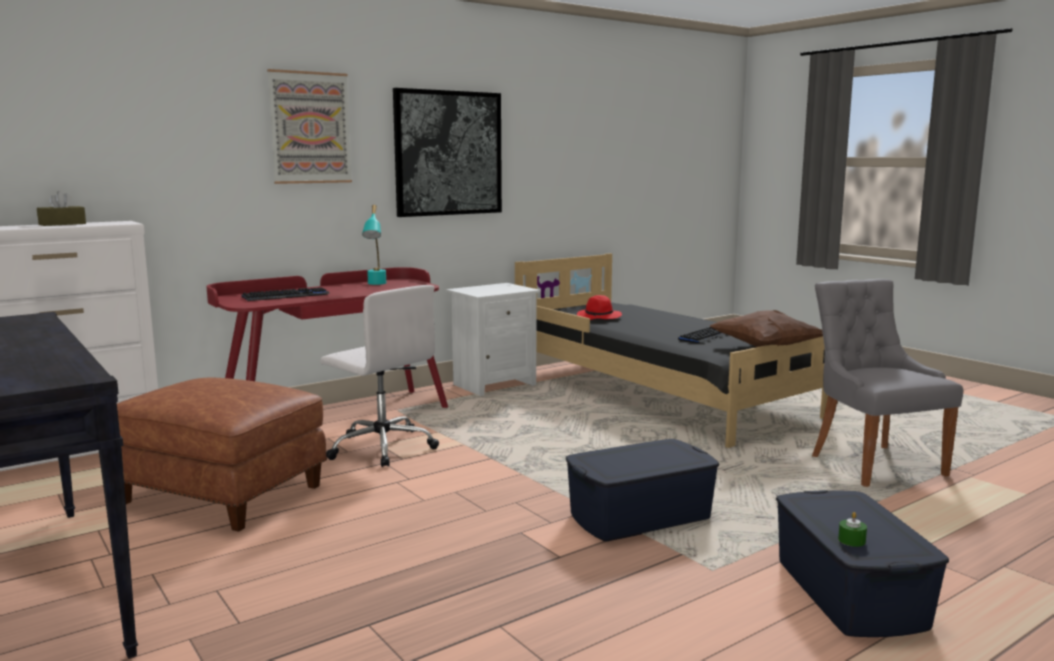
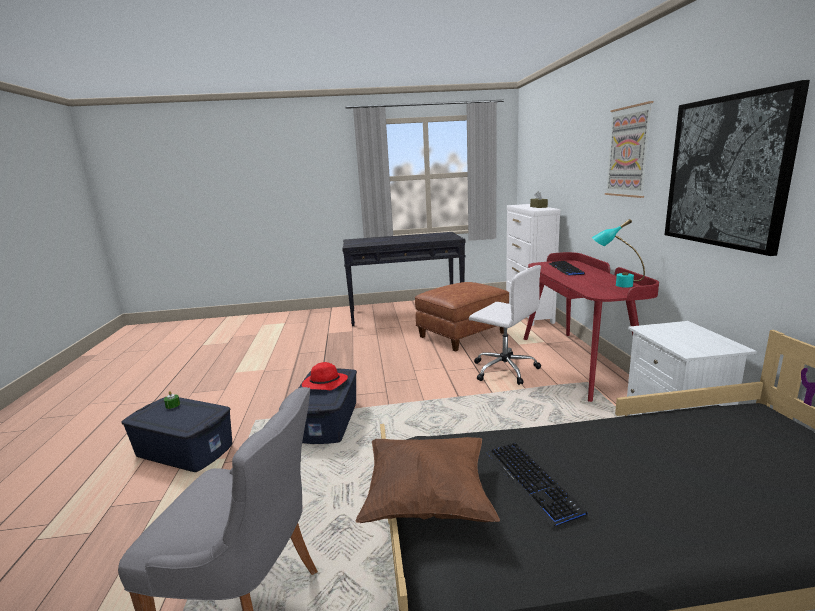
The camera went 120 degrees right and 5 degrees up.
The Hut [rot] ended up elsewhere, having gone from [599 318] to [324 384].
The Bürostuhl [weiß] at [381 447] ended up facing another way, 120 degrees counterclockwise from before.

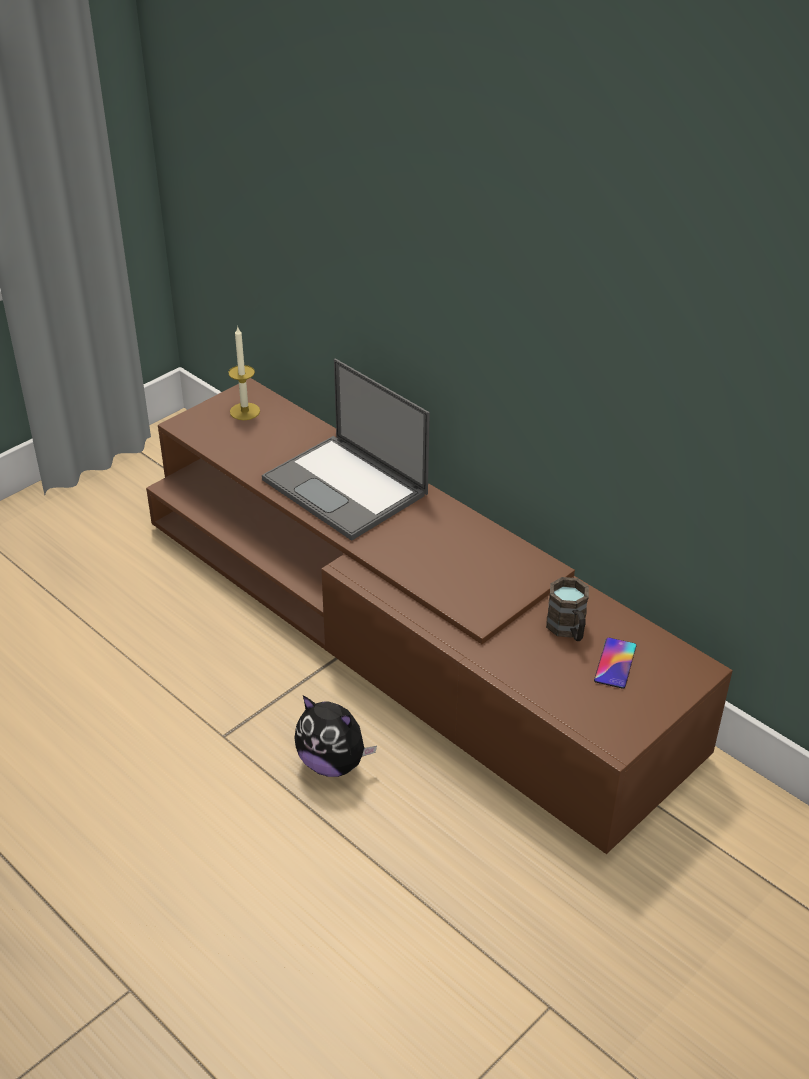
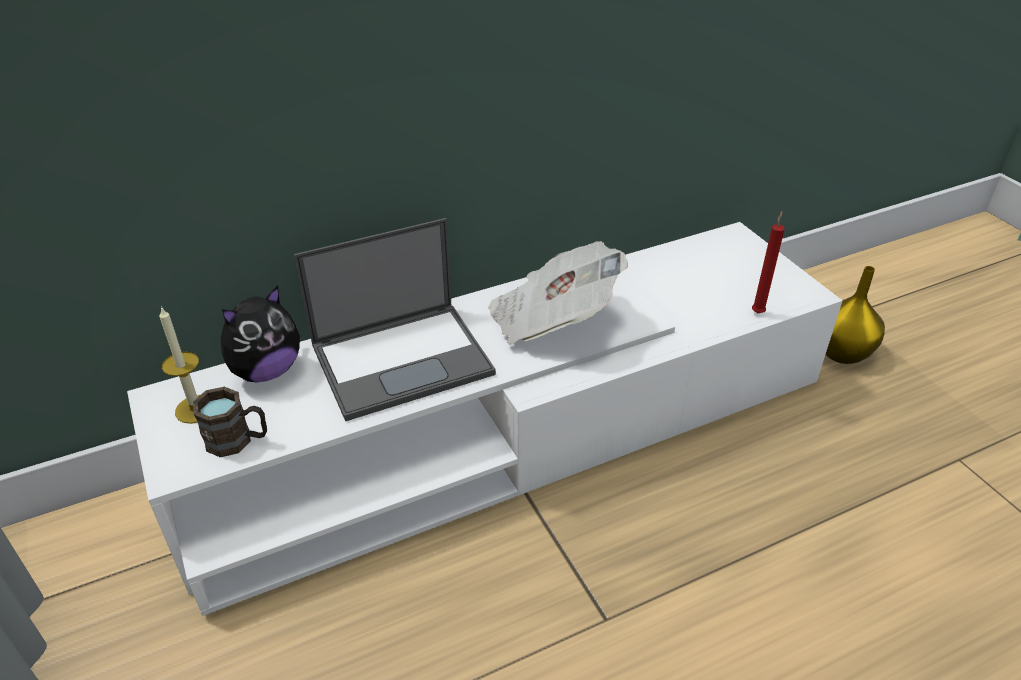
The camera went 70 degrees left and 0 degrees up.
What was the Fernsehschrank [braun] at [403 630] turned into the Fernsehschrank [weiß] at [510 433].
The Henkelbecher [braun] ended up elsewhere, having gone from [568 630] to [238 440].
The Plüschtier ended up elsewhere, having gone from [333 763] to [266 371].
The second view gained the Zeitung at [552 320].
The second view gained the Kerze [rot] at [758 312].
The second view gained the Vase [gelb] at [840 352].
The second view lost the Handy at [615 663].

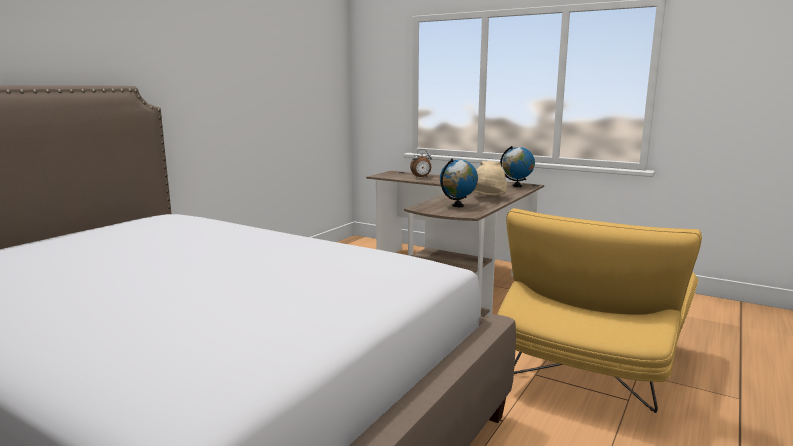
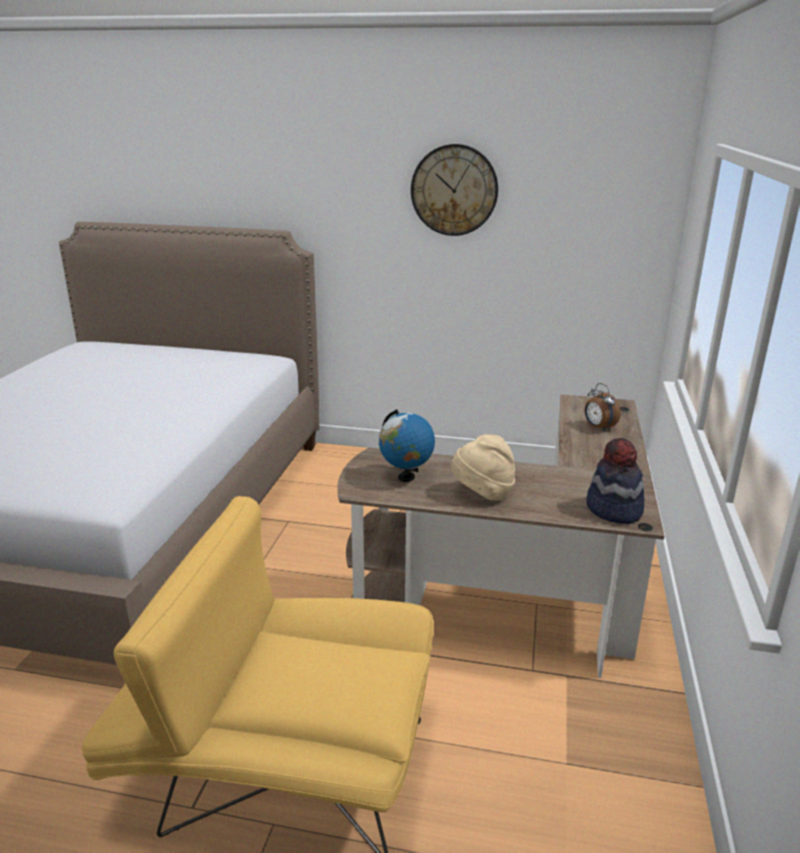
The camera went 70 degrees right and 10 degrees up.
The second view gained the Wanduhr at [454 190].
Where the Globus stood at [517 186], the Hut came to stand at [613 510].

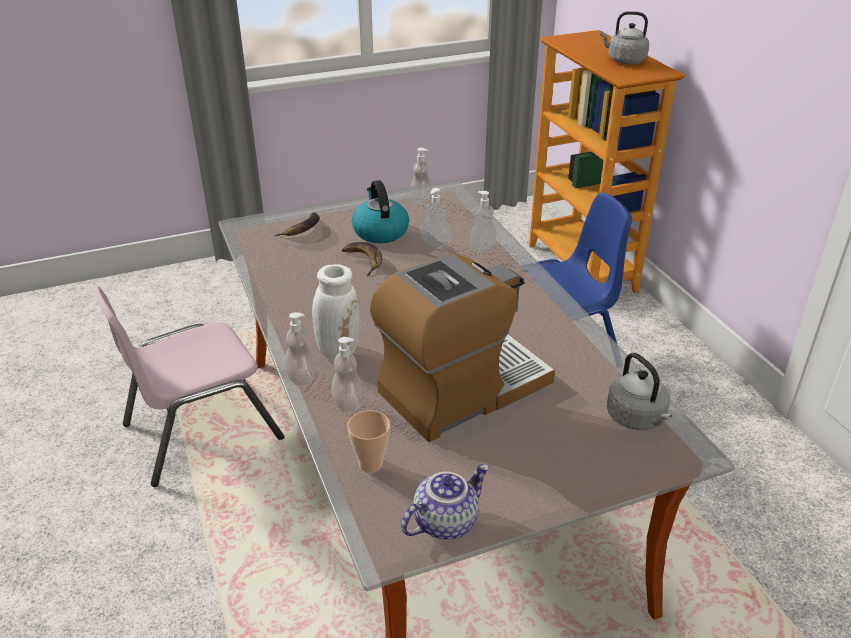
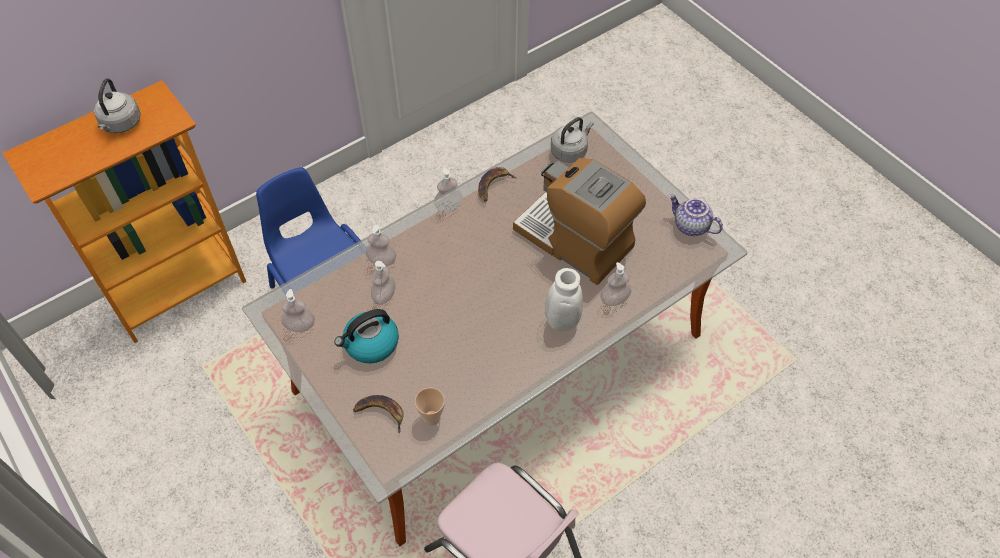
The camera went 105 degrees left and 20 degrees up.
The Tasse ended up elsewhere, having gone from [370 464] to [432 418].
The Seifenspender ended up elsewhere, having gone from [301 377] to [448 206].
The Banane ended up elsewhere, having gone from [364 260] to [493 185].

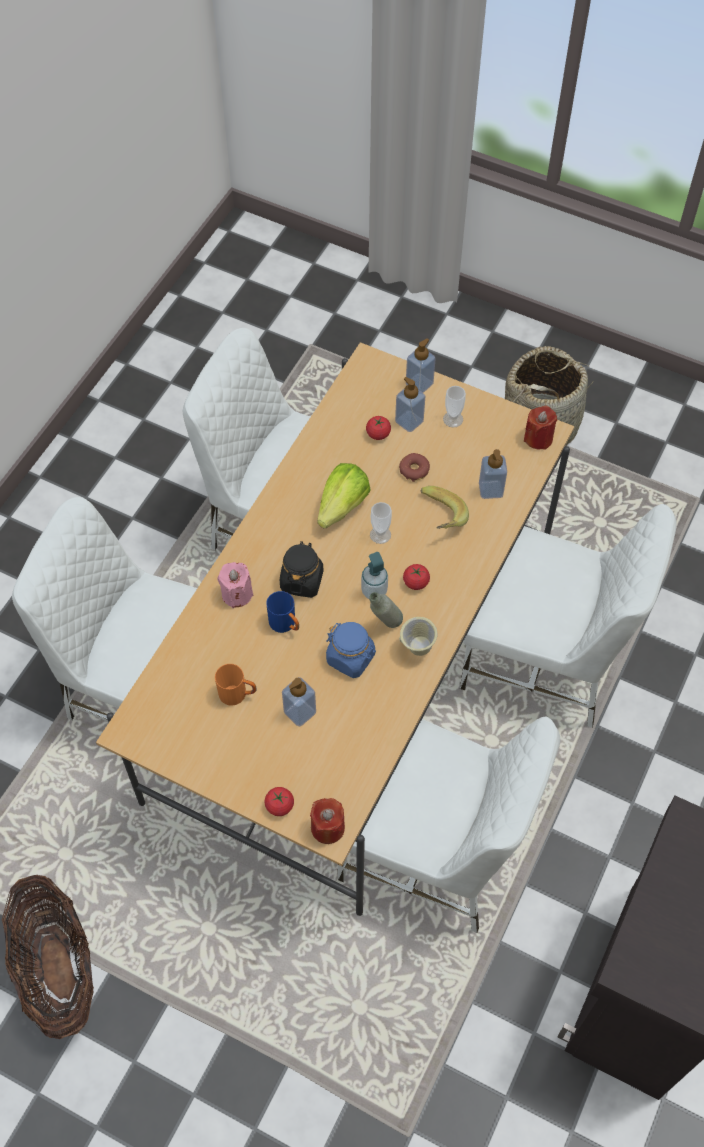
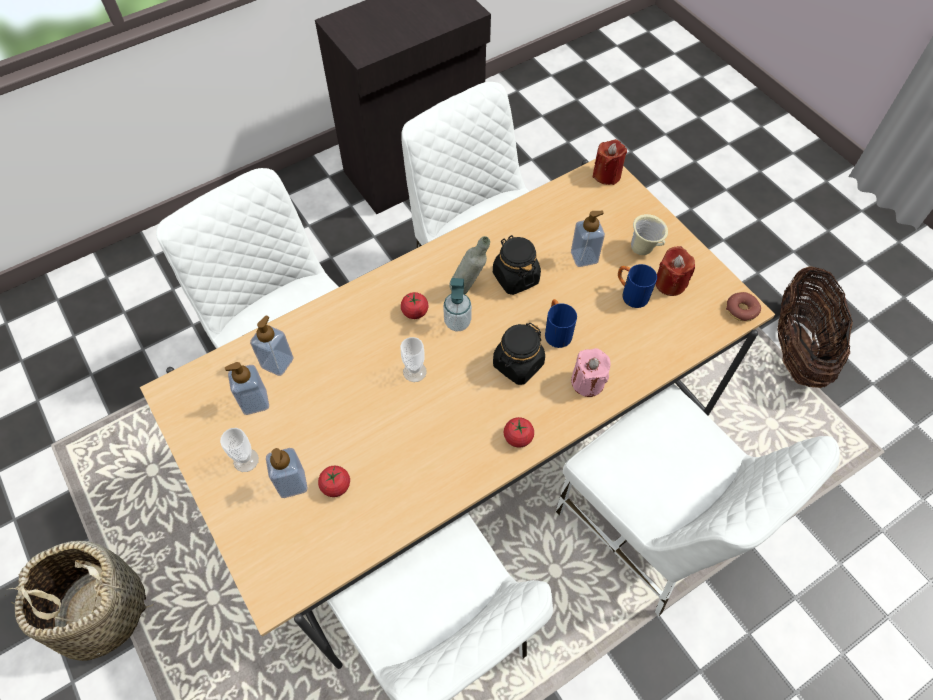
The camera went 150 degrees left and 0 degrees up.
The Seifenspender ended up elsewhere, having gone from [419 384] to [255 402].
What was the Vorratsglas [blau] at [351 658] turned into the Vorratsglas [schwarz] at [515 277].
The Tomate ended up elsewhere, having gone from [279 806] to [518 437].
What was the Henkelbecher [orange] at [238 694] turned into the Henkelbecher [blau] at [630 294].
The Henkelbecher [beige] ended up elsewhere, having gone from [417 650] to [643 249].
The Kerze [rot] ended up elsewhere, having gone from [538 438] to [670 283].
The Donut ended up elsewhere, having gone from [414 470] to [741 310].
The second view lost the Salatkopf at [342 506].
The second view lost the Banane at [438 518].

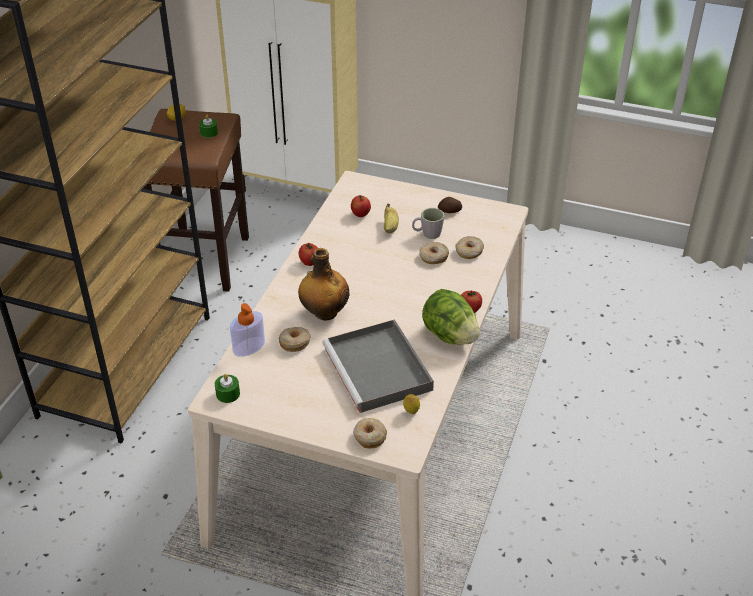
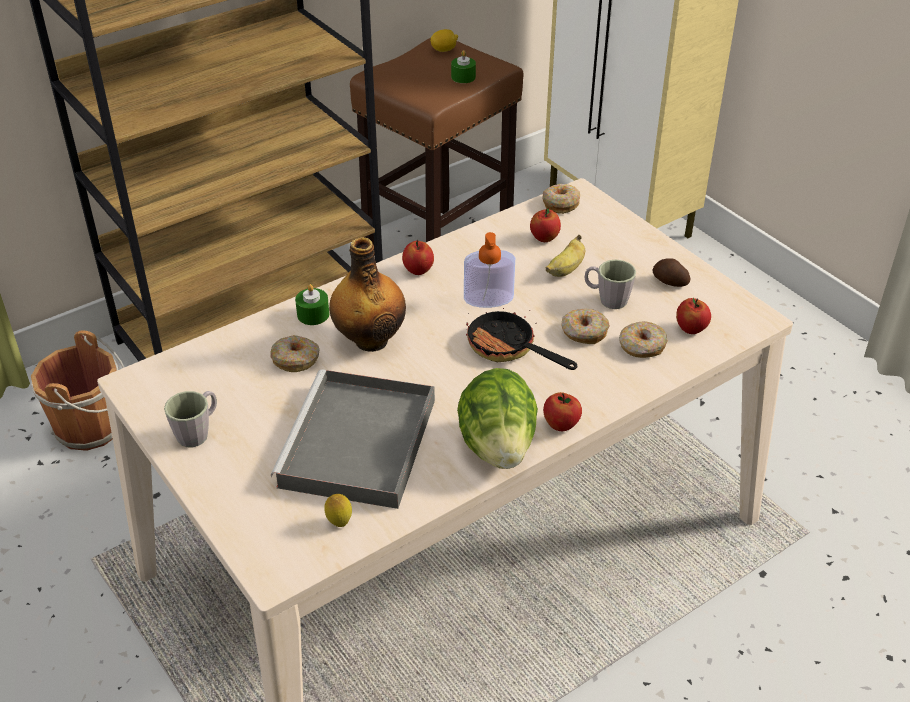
The camera went 35 degrees right and 0 degrees up.
The second view gained the Eimer [braun] at [93 426].
The second view gained the Henkelbecher [grau] at [198 432].
The Kerze [grün] ended up elsewhere, having gone from [228 394] to [313 314].
The Seifenspender ended up elsewhere, having gone from [249 347] to [488 298].
The second view gained the Pfanne at [508 349].
The Donut ended up elsewhere, having gone from [369 437] to [560 204].
The second view gained the Apfel at [691 329].

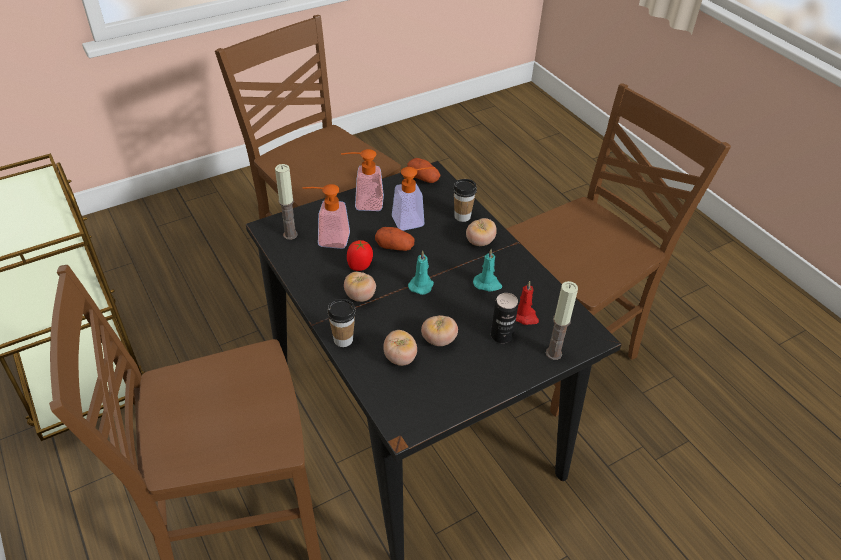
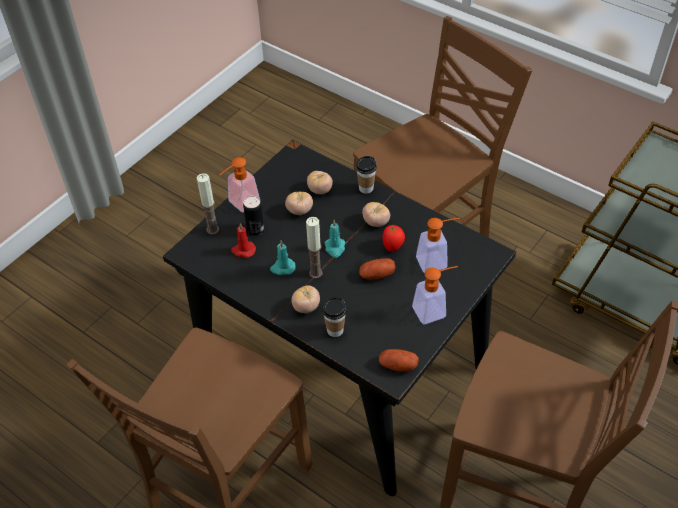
The camera went 160 degrees right and 5 degrees up.
The Seifenspender ended up elsewhere, having gone from [413 220] to [240 204].
The Kerze ended up elsewhere, having gone from [290 235] to [315 273].

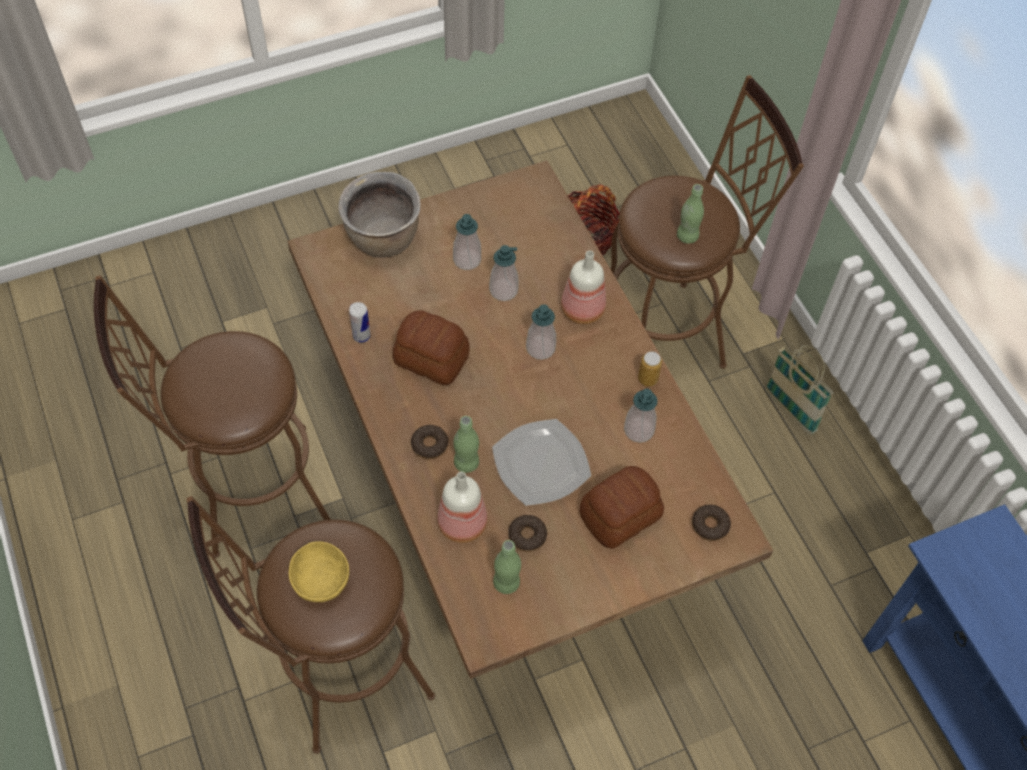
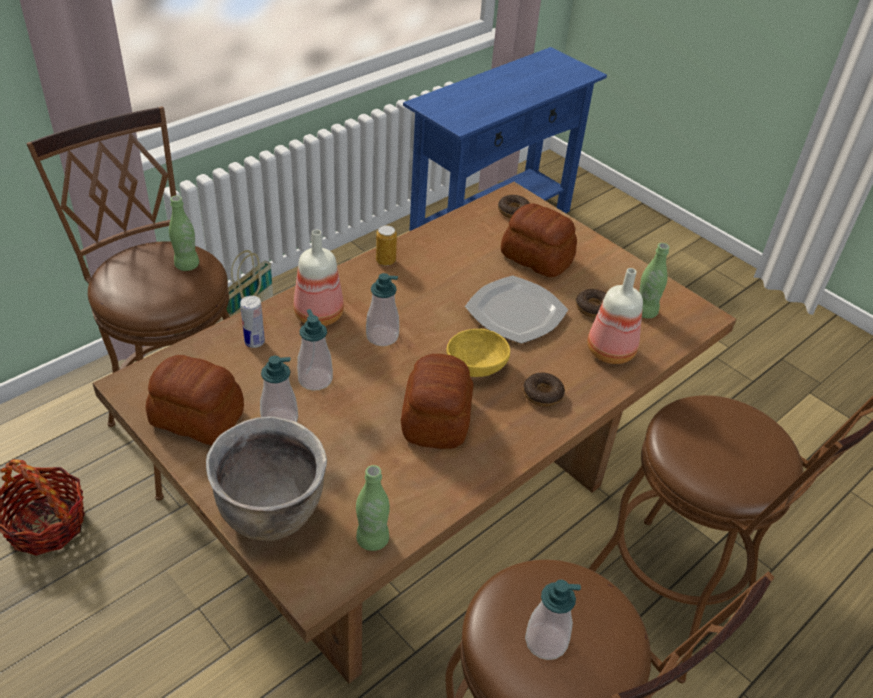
The camera went 110 degrees left and 15 degrees down.
The second view gained the Brot at [197 419].
The Dose ended up elsewhere, having gone from [361 336] to [254 342].
The Flasche [grün] ended up elsewhere, having gone from [466 463] to [372 539].
The Schüssel [gelb] ended up elsewhere, having gone from [322 580] to [475 366].
The Seifenspender ended up elsewhere, having gone from [638 430] to [546 641].

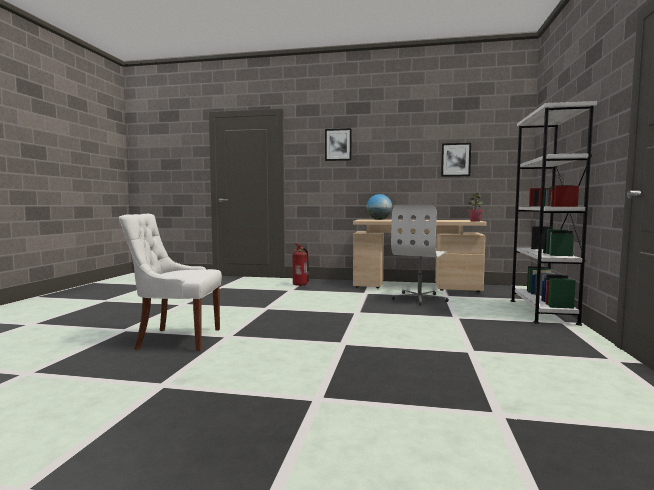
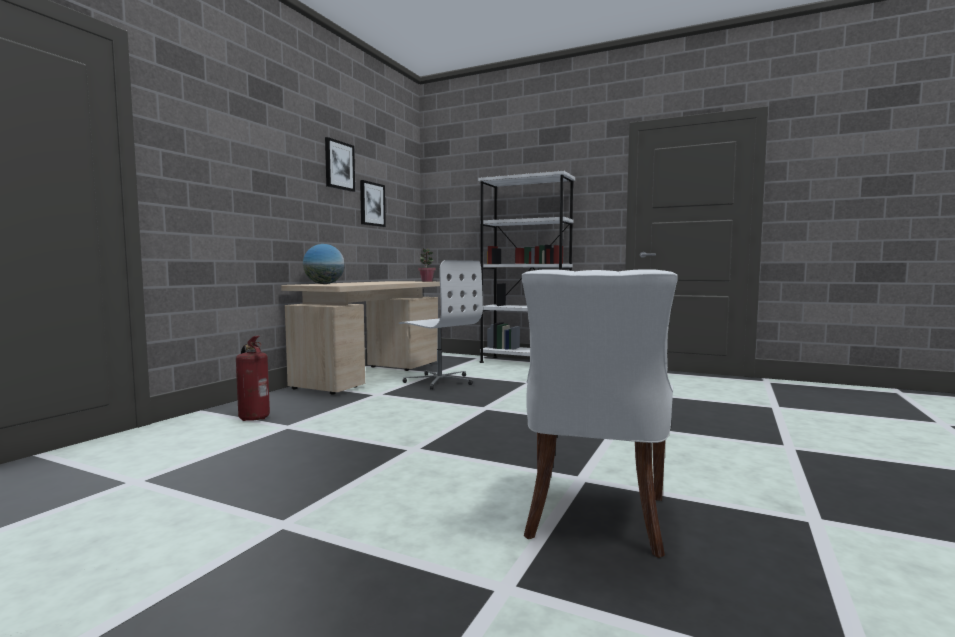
The camera went 75 degrees left and 0 degrees up.
The Bild ended up elsewhere, having gone from [338 145] to [339 165].

